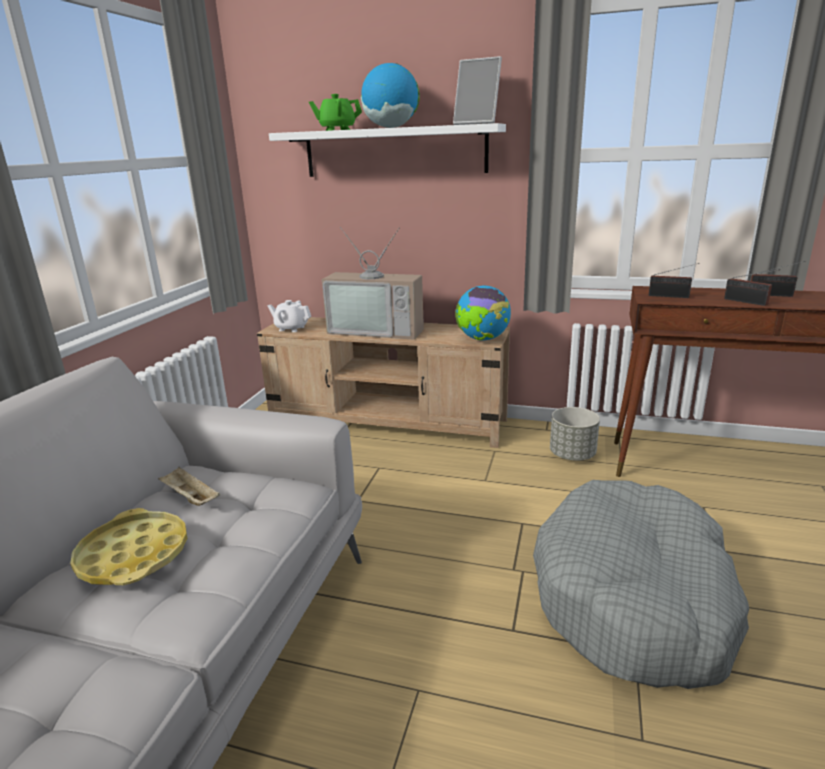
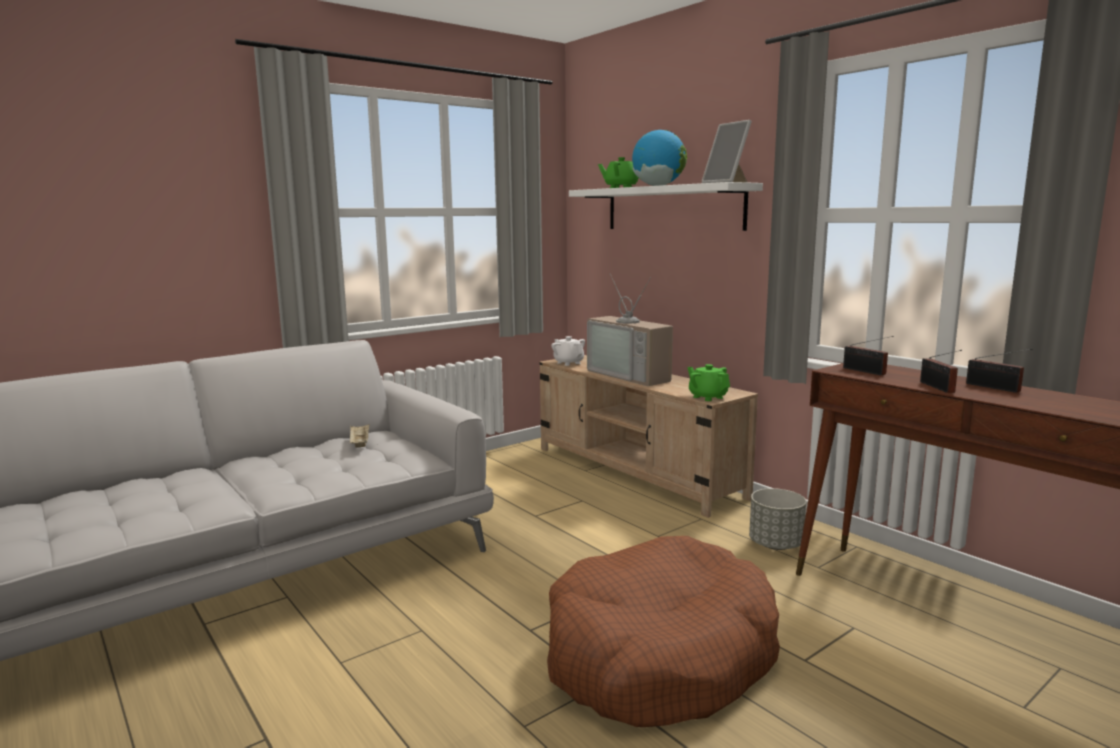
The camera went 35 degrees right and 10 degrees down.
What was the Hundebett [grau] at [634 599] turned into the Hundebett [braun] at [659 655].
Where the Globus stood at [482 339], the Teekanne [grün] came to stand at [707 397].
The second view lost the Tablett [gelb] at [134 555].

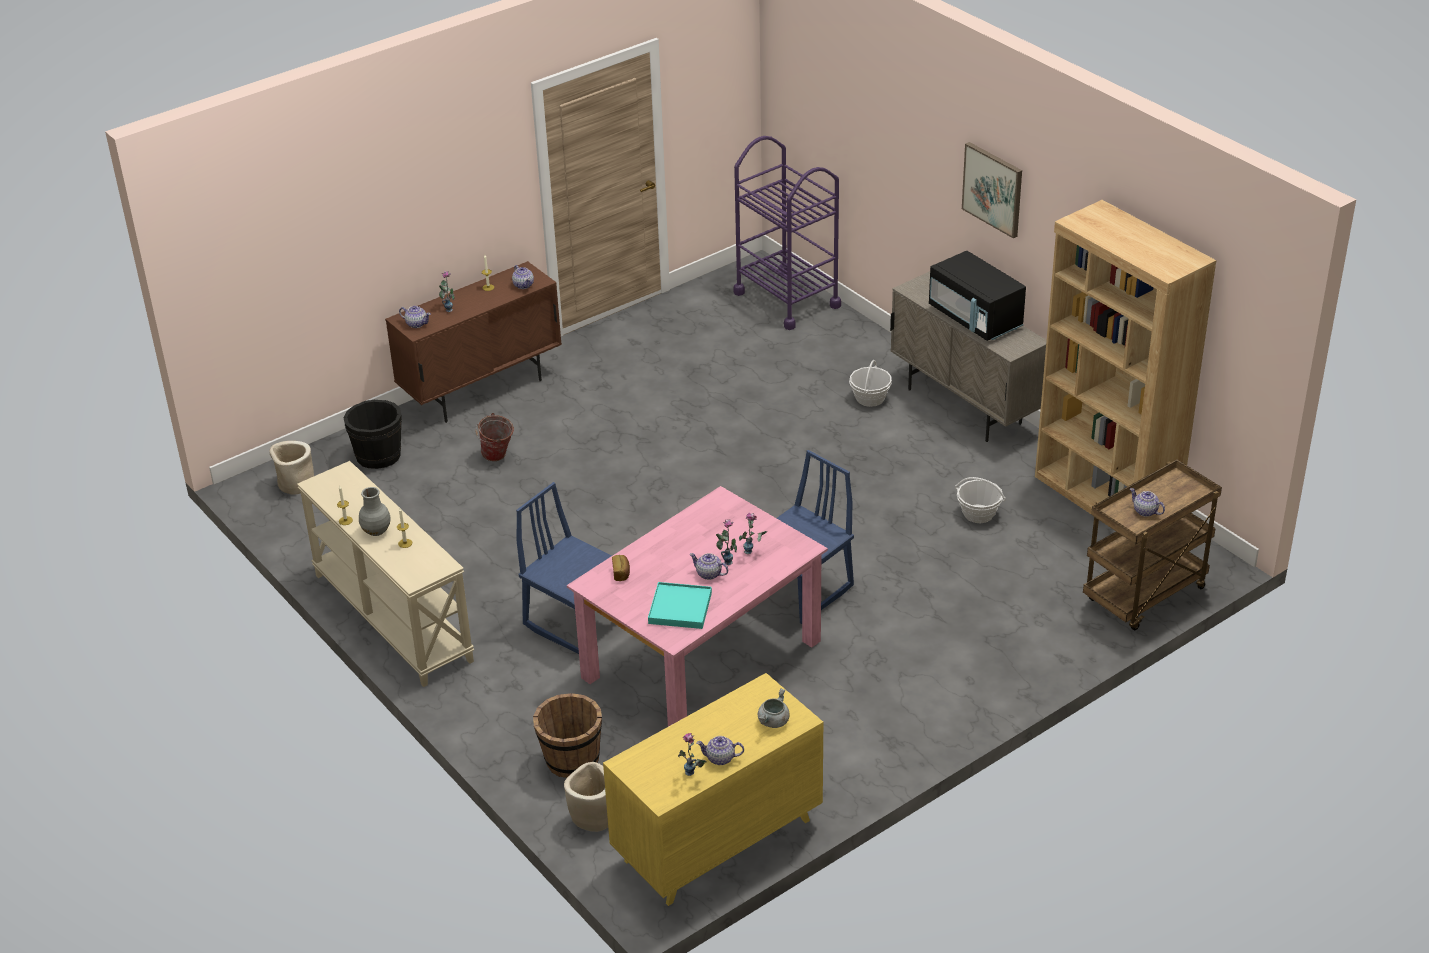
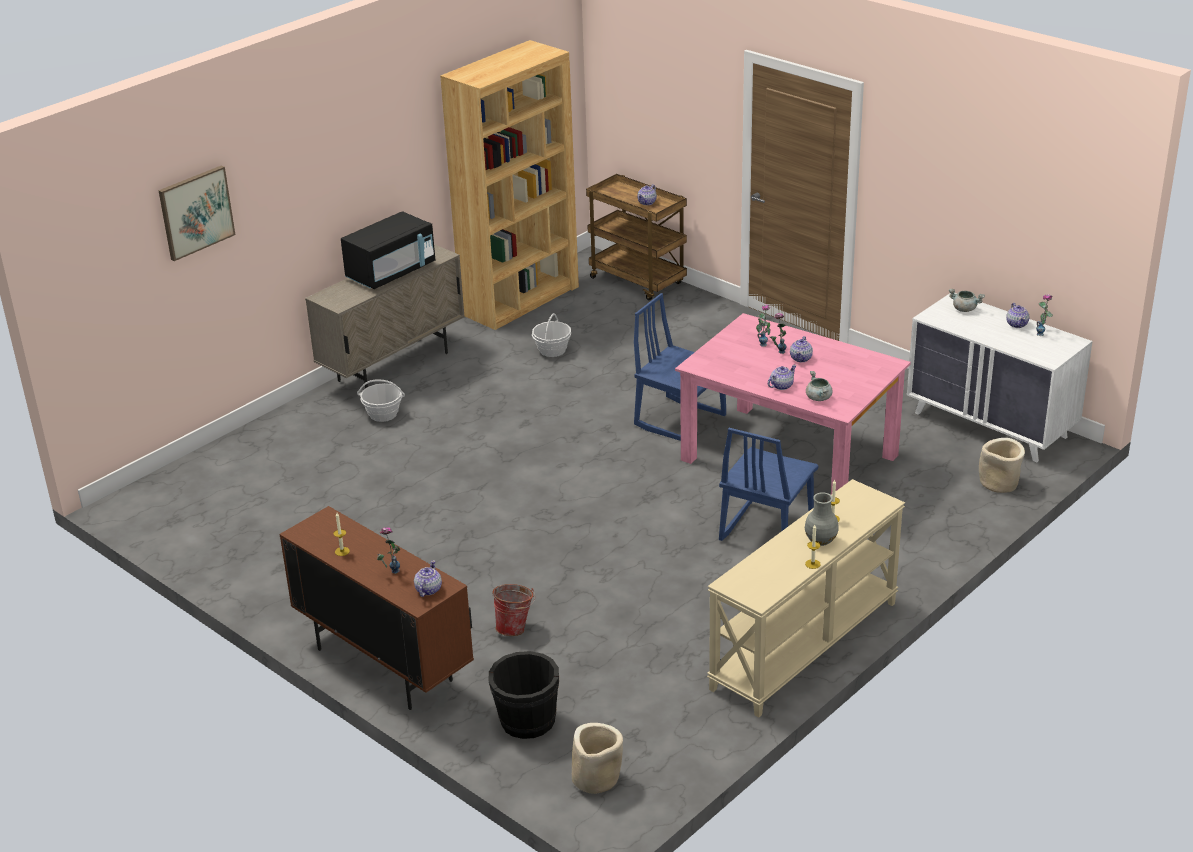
The camera went 100 degrees left and 5 degrees down.
The Bild ended up elsewhere, having gone from [993 189] to [196 212].
The Teekanne ended up elsewhere, having gone from [523 285] to [781 386].
Where the Brot stood at [621 573], the Kochtopf [grau] came to stand at [819 398].
What was the Kommode [gelb] at [717 842] turned into the Kommode [weiß] at [991 425].
The second view lost the Eimer [braun] at [571 760].
The second view lost the Tablett [türkis] at [680 608].
The second view lost the Rollwagen [lila] at [787 299].

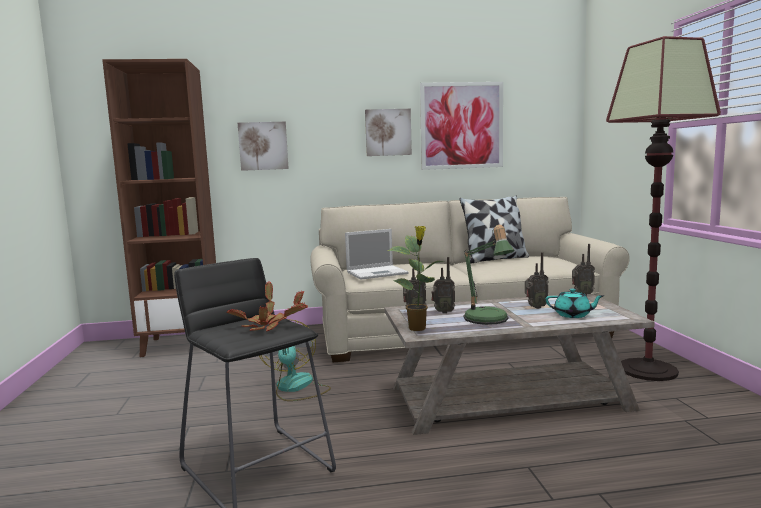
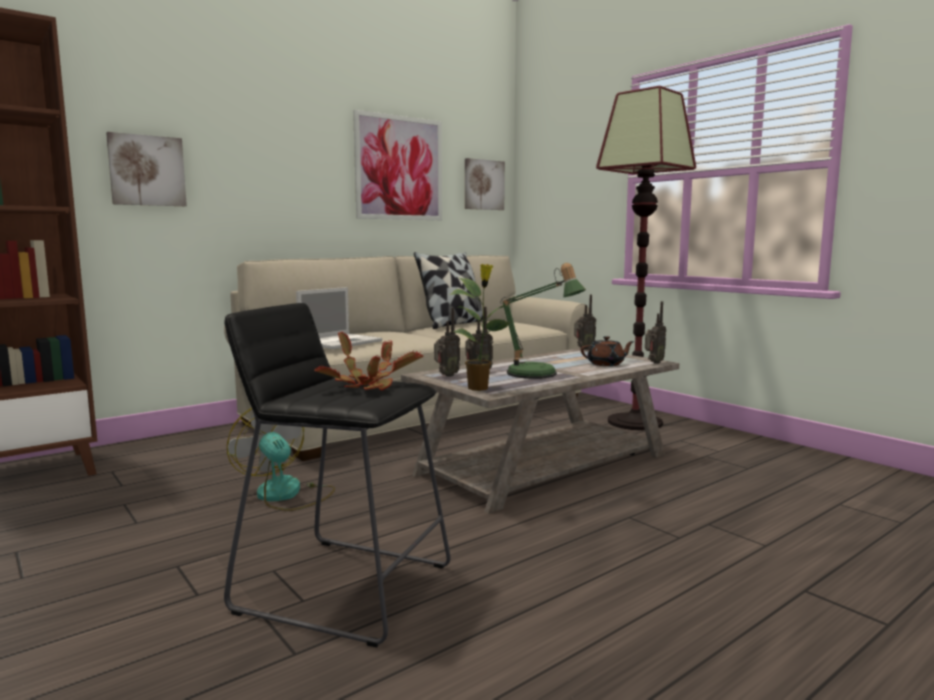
The camera went 30 degrees left and 0 degrees up.
The Bild ended up elsewhere, having gone from [388 132] to [483 185].
What was the Teekanne [türkis] at [573 315] turned into the Teekanne [braun] at [606 364].
The Radio ended up elsewhere, having gone from [535 307] to [653 363].

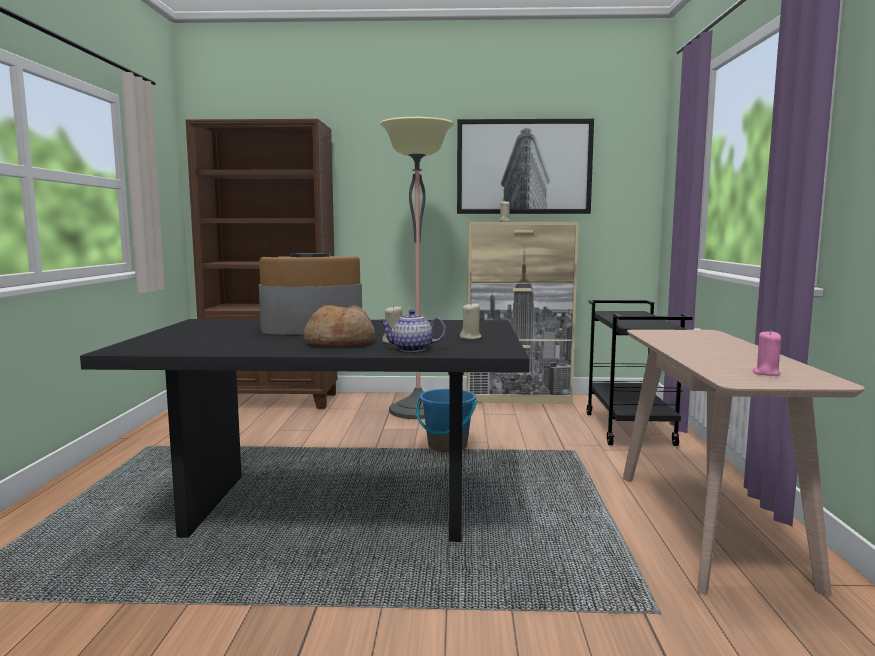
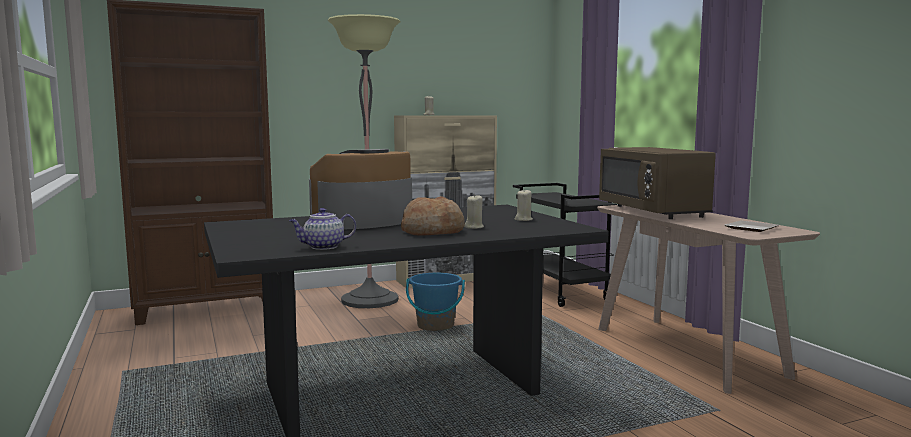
The camera went 25 degrees left and 0 degrees up.
The Teekanne ended up elsewhere, having gone from [411 349] to [323 247].
The second view gained the Mikrowelle [braun] at [652 211].
Where the Kerze [rosa] stood at [766 373], the Teller came to stand at [753 228].
The second view lost the Bild at [524 167].

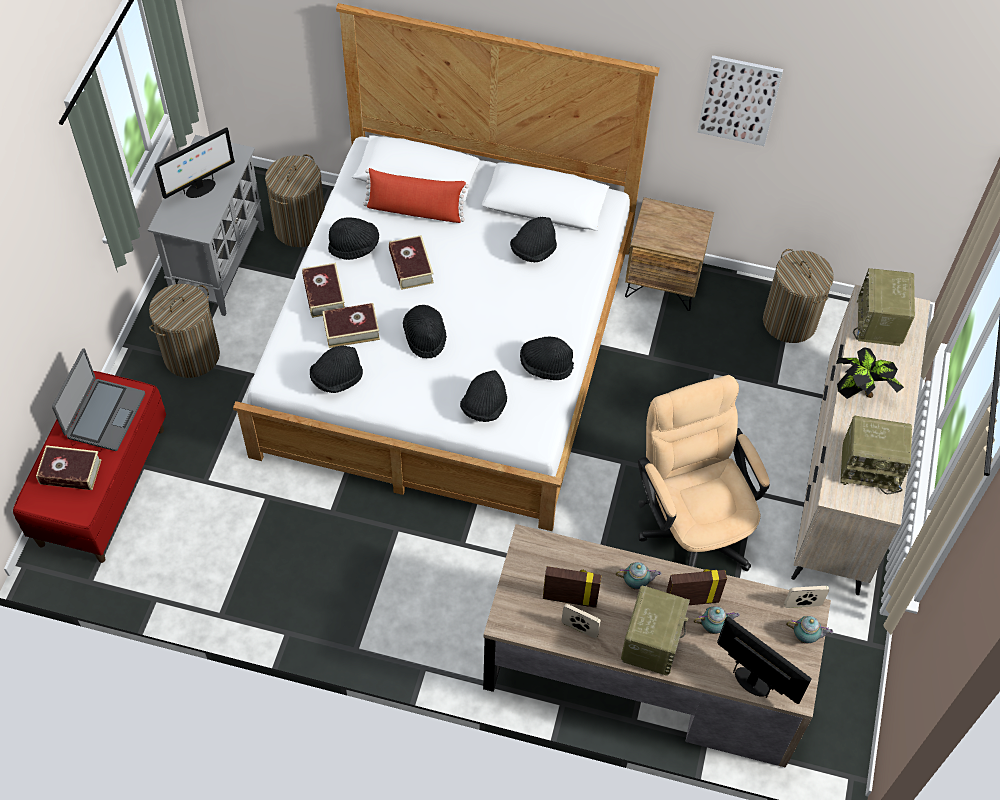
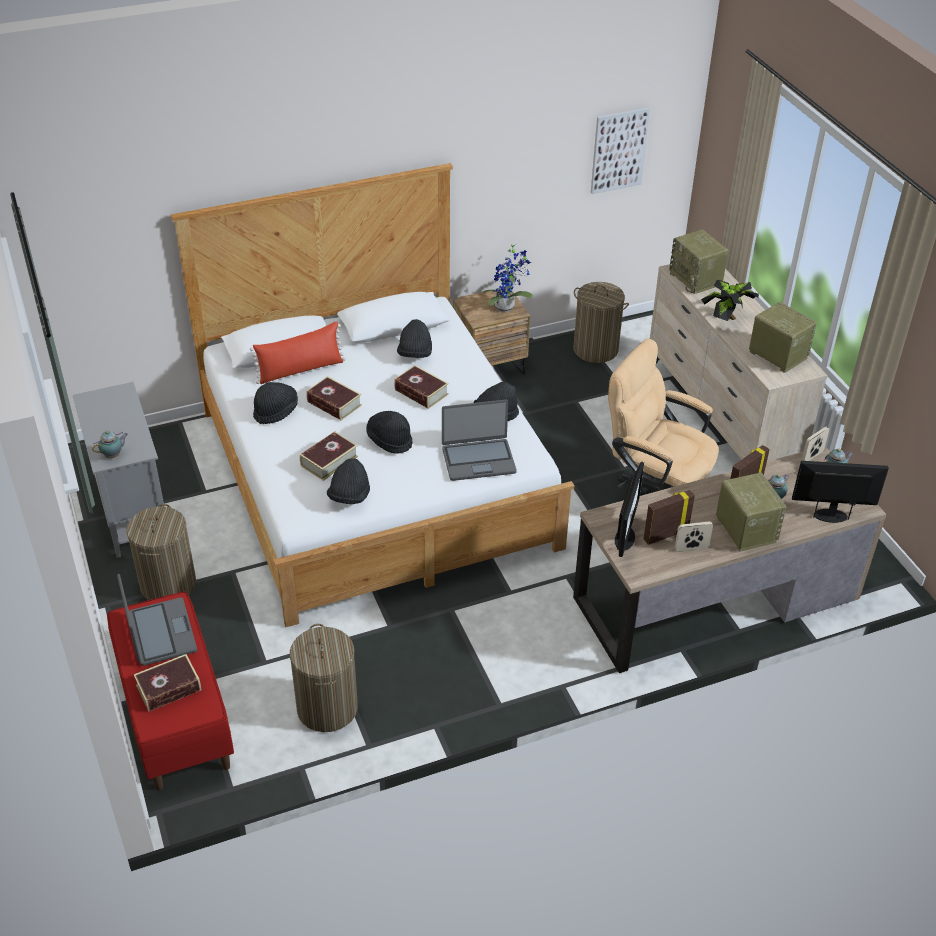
The camera went 35 degrees left and 15 degrees down.
The Teekanne ended up elsewhere, having gone from [636 583] to [113 455].
The Wäschekorb ended up elsewhere, having gone from [300 227] to [327 708].
The Buch ended up elsewhere, having gone from [324 295] to [421 392].
Where the Hut [schwarz] stood at [484 406], the Laptop came to stand at [478 460].
The second view gained the Topfpflanze at [507 308].
The Bild ended up elsewhere, having gone from [739 100] to [619 150].
The Monitor ended up elsewhere, having gone from [200 189] to [625 539].
The Radio at [870 467] ended up facing another way, 105 degrees counterclockwise from before.

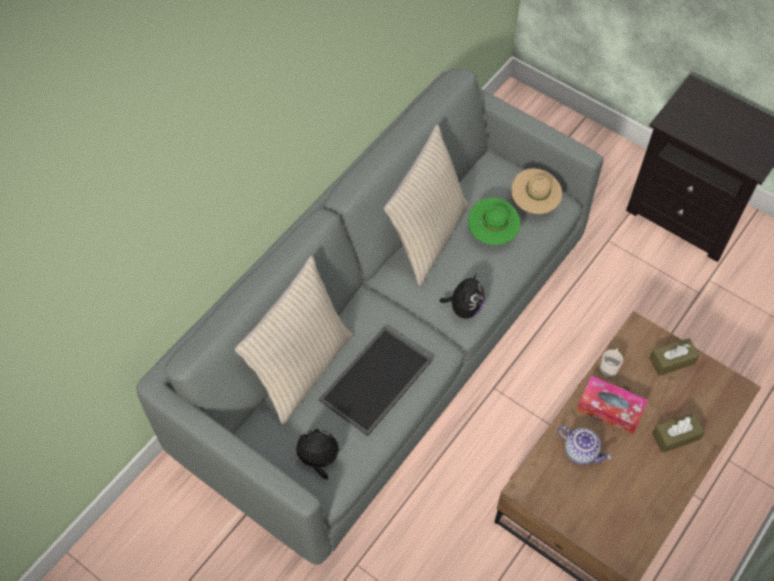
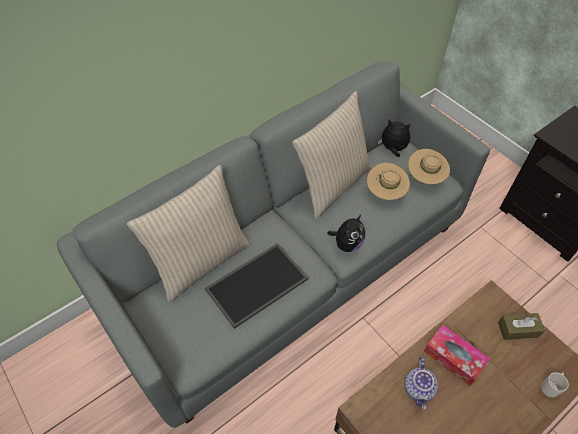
The camera went 15 degrees right and 5 degrees down.
What was the Hut [grün] at [492 233] turned into the Hut [beige] at [385 192].
The Plüschtier ended up elsewhere, having gone from [318 460] to [393 149].
The Teekanne at [581 451] ended up facing another way, 45 degrees clockwise from before.
The Henkelbecher ended up elsewhere, having gone from [609 367] to [550 387].
The second view lost the Taschentuchbox [braun] at [675 436].

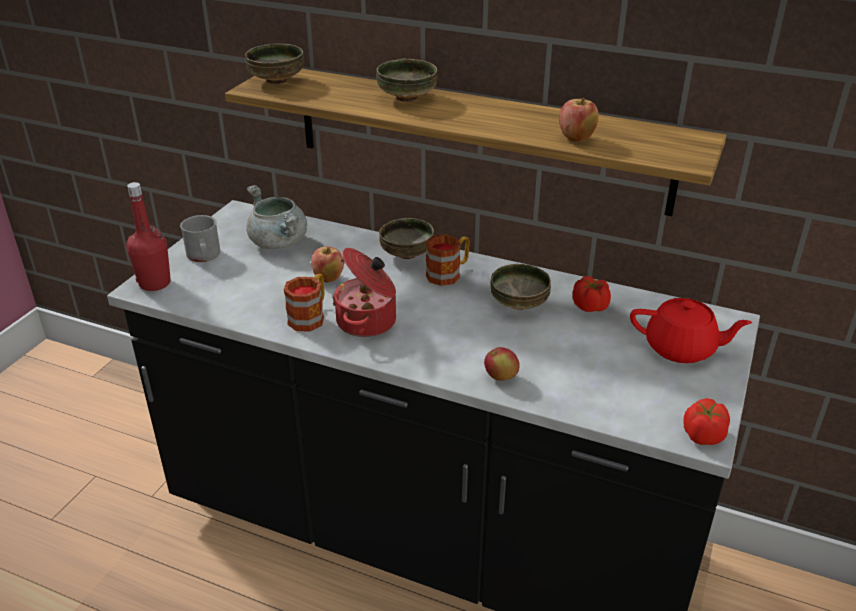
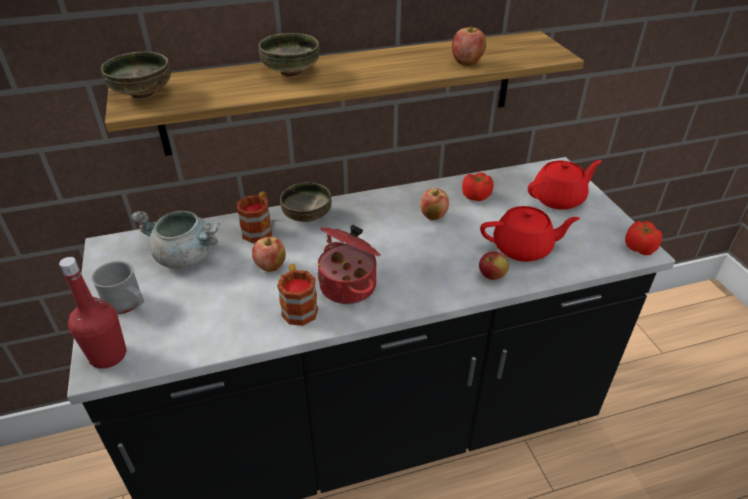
The camera went 40 degrees left and 5 degrees up.
The Henkelbecher ended up elsewhere, having gone from [448 273] to [259 228].
Where the Schüssel stood at [519 304], the Apfel came to stand at [433 216].
The second view gained the Teekanne [rot] at [523 248].

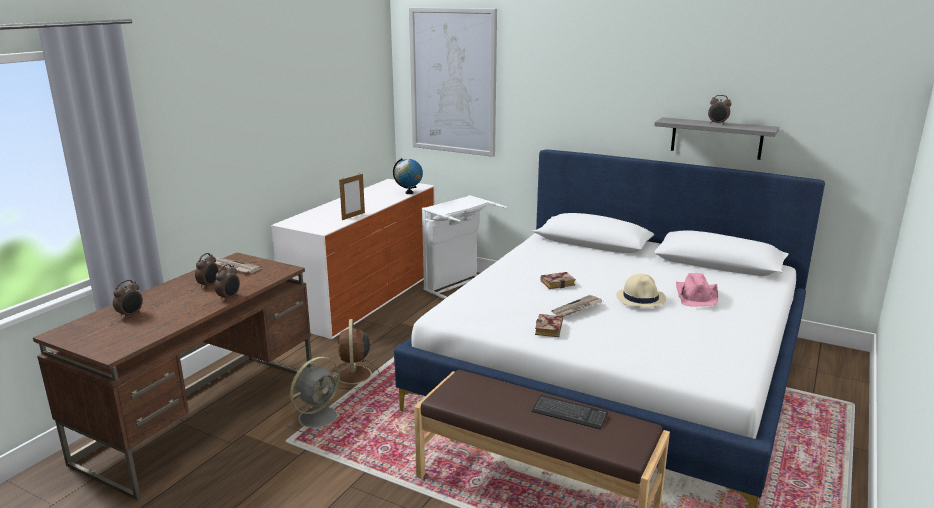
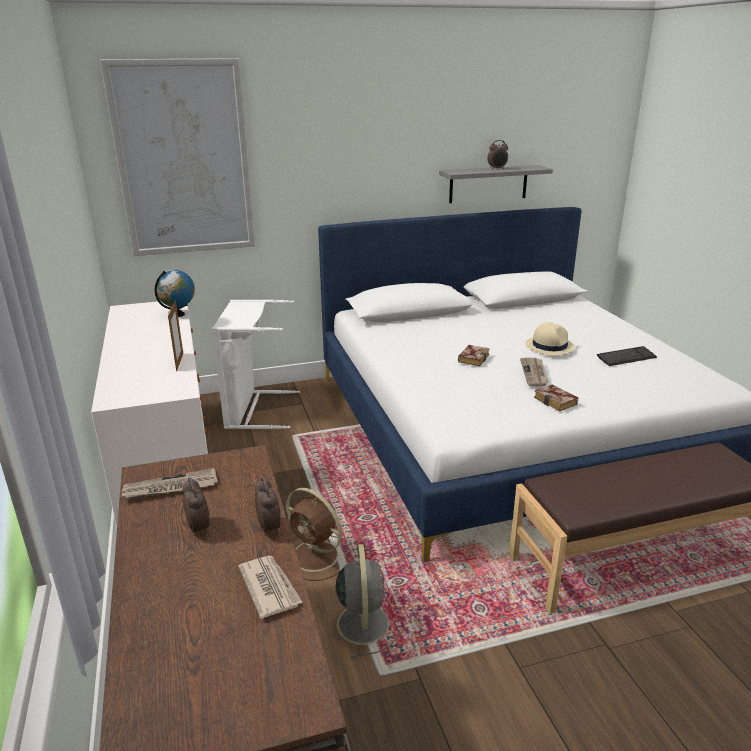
The camera went 45 degrees left and 5 degrees up.
The second view gained the Zeitung at [269 587].
The Tastatur ended up elsewhere, having gone from [569 413] to [626 357].
The second view lost the Wecker at [131 315].
The second view lost the Hut [rosa] at [697 295].

